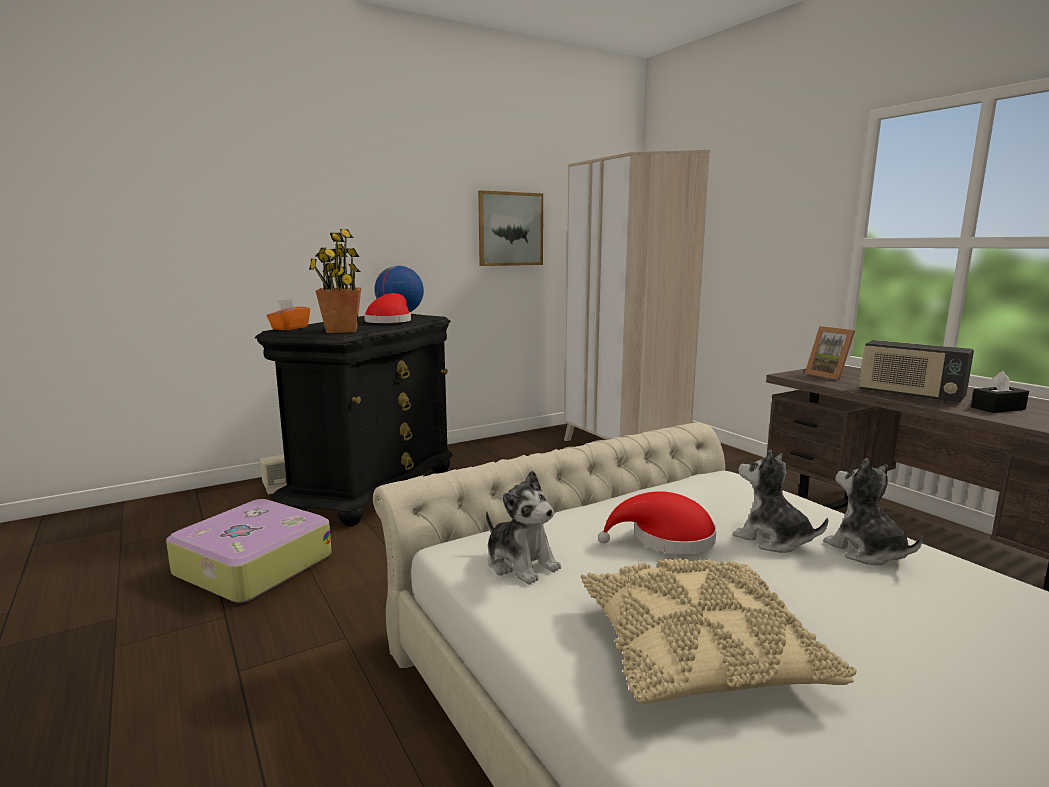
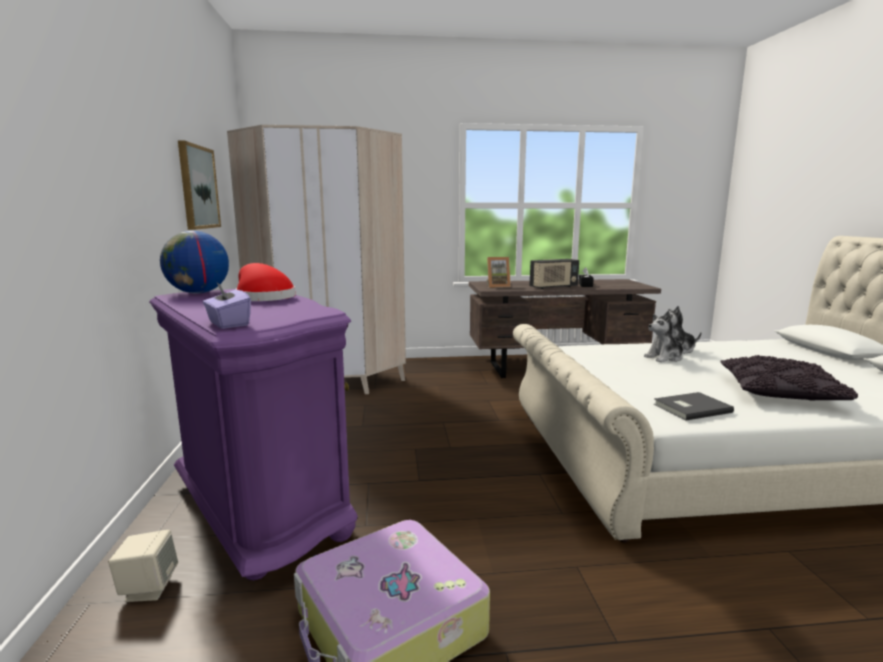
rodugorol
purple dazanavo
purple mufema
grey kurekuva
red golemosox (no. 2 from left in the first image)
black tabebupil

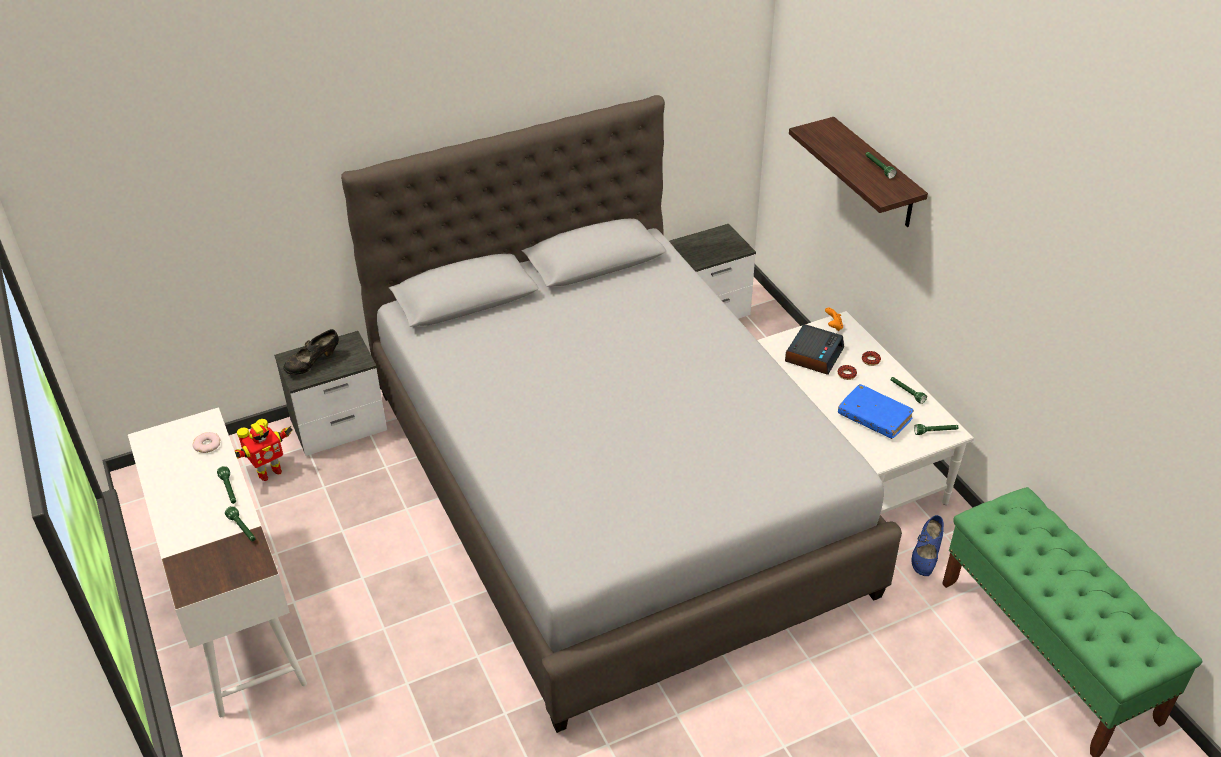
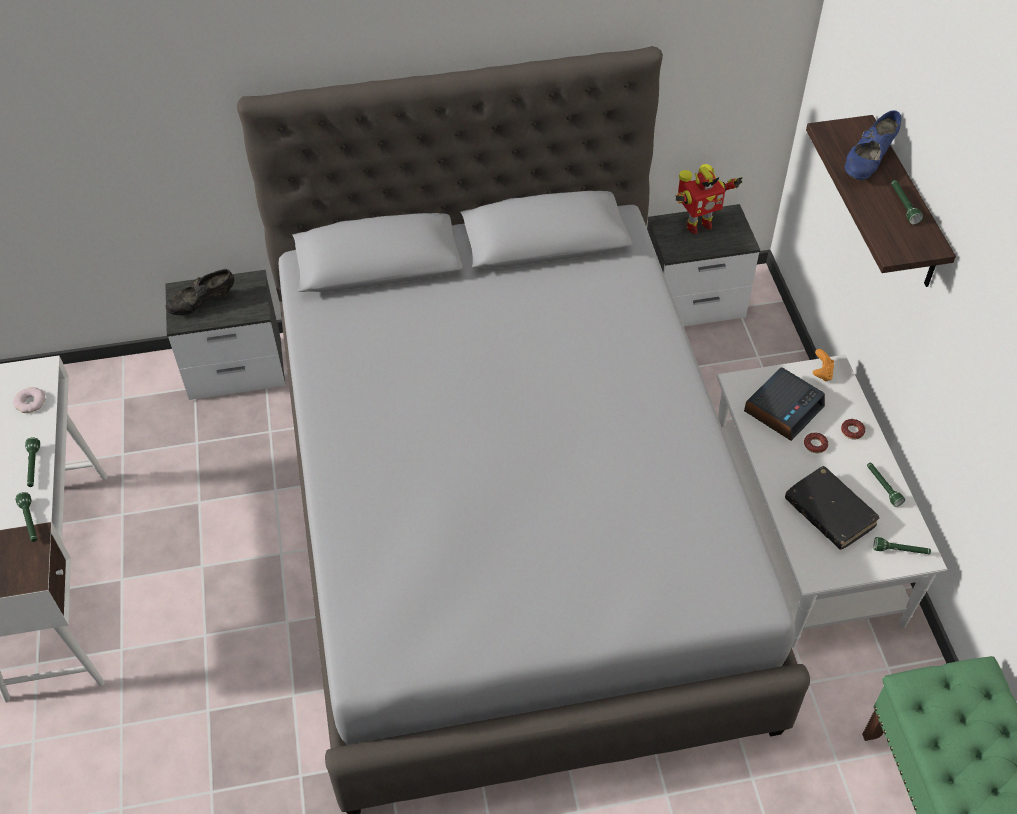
black kurekuva
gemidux
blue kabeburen

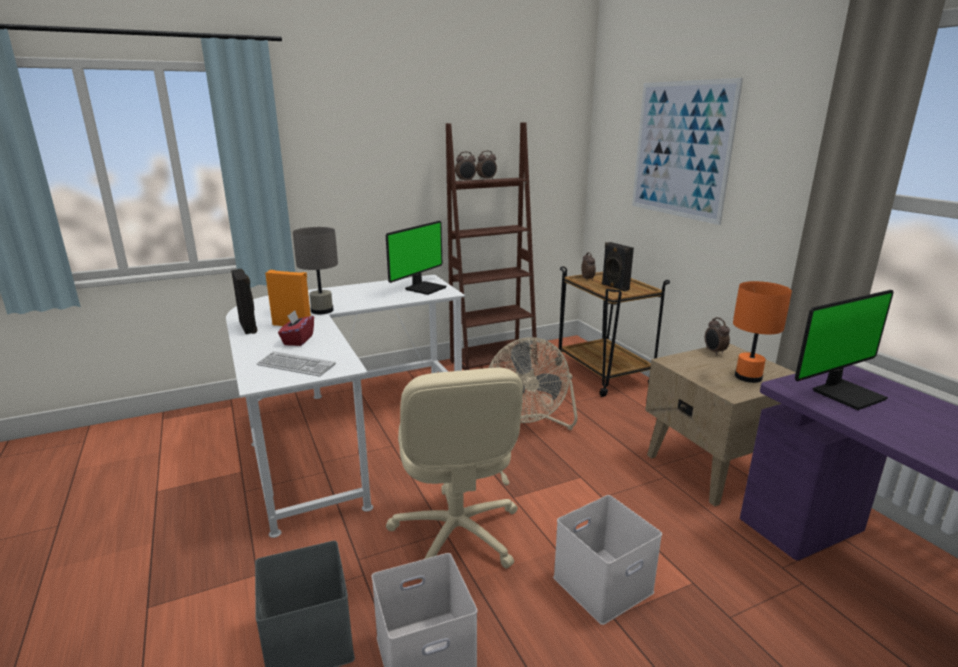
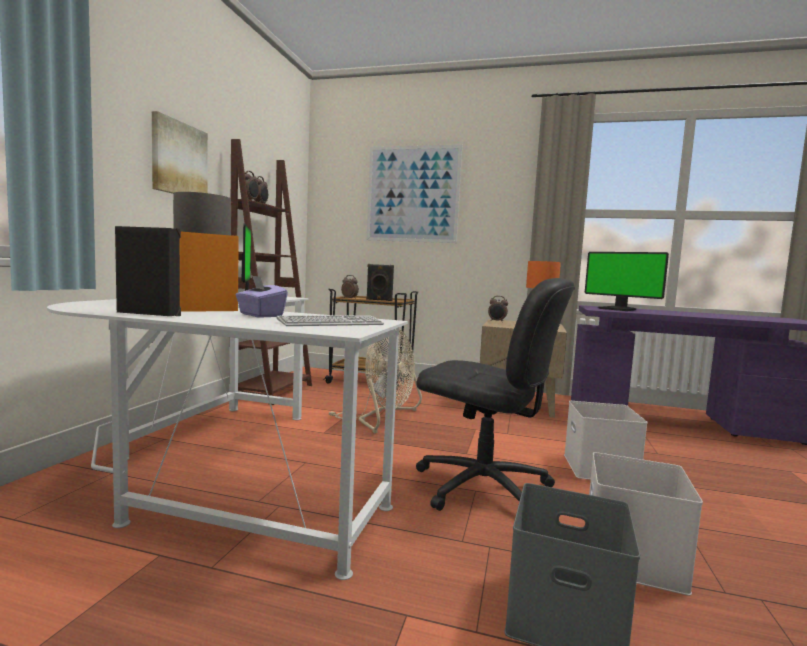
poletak (no. 2 from left)
purple dazanavo
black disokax
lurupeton (no. 1 from left)

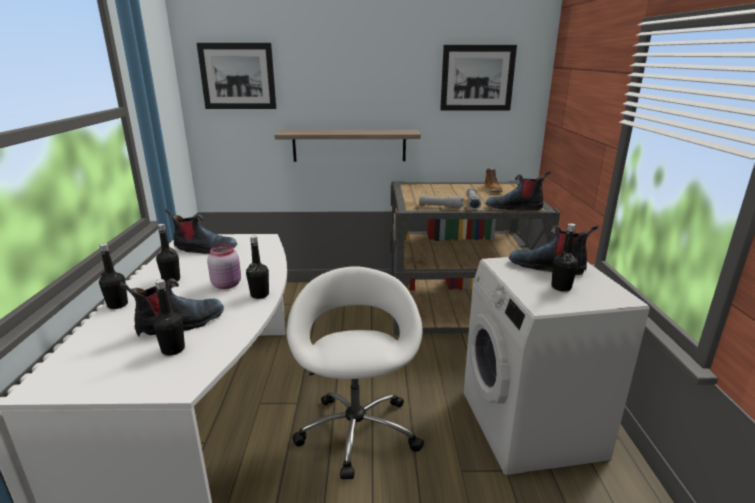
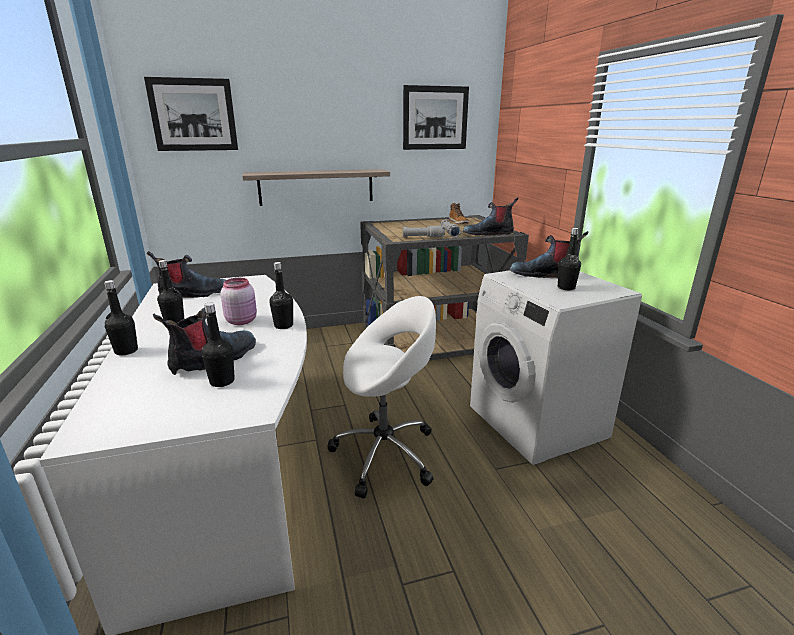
white disokax

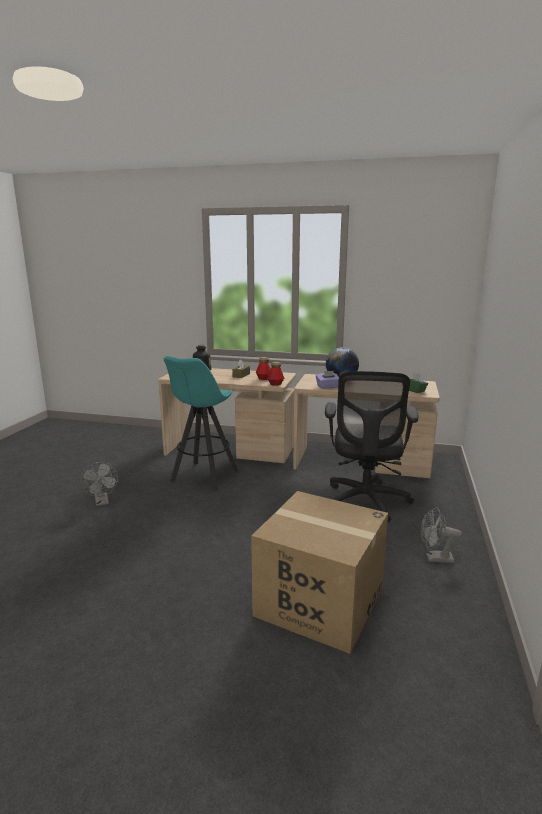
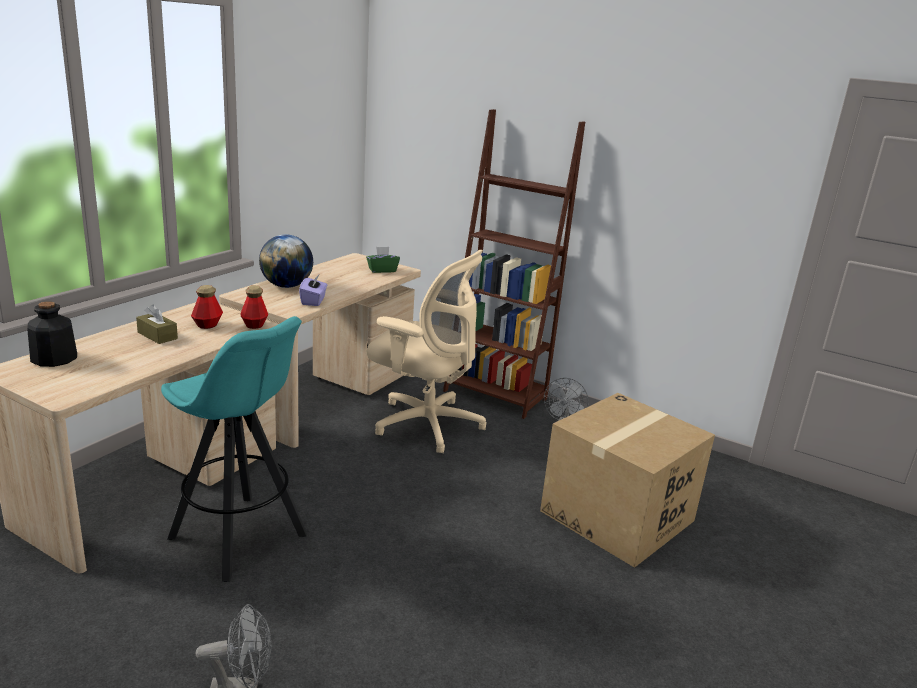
beige disokax
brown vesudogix

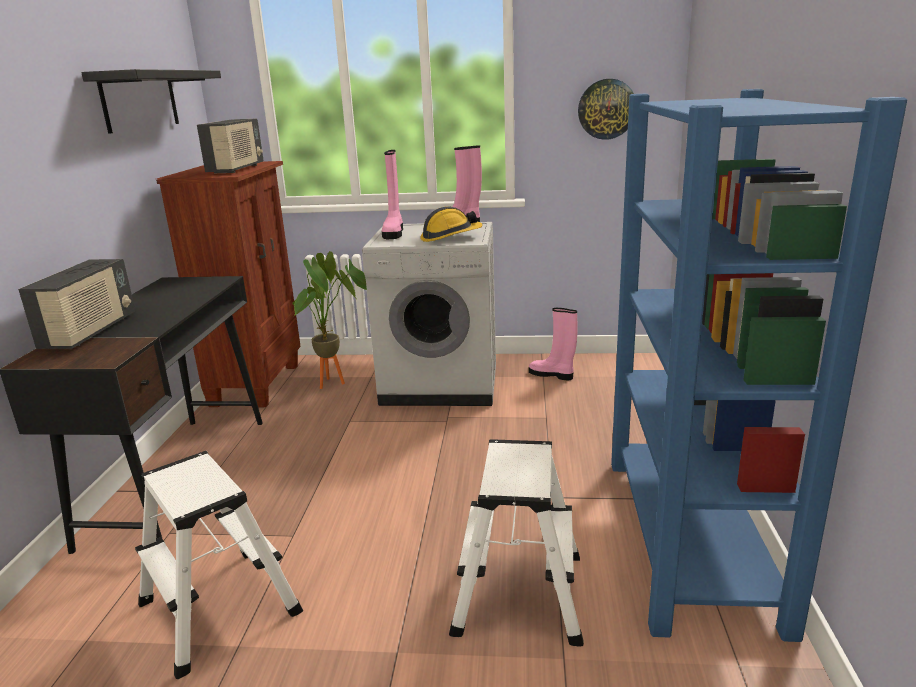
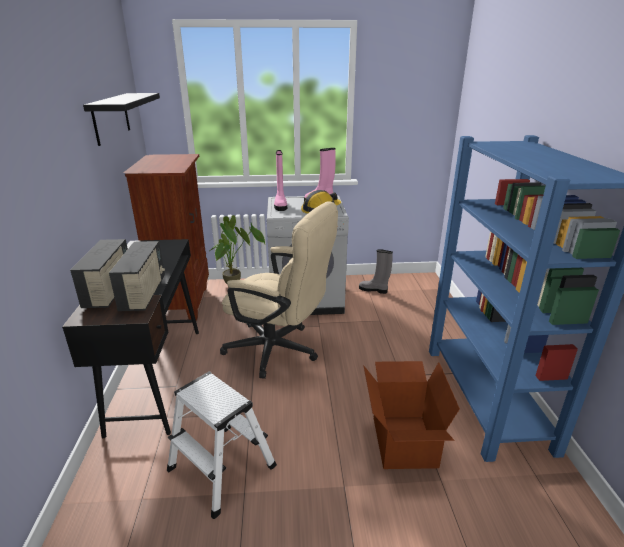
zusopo
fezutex (no. 2 from left)
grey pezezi
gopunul
beige disokax

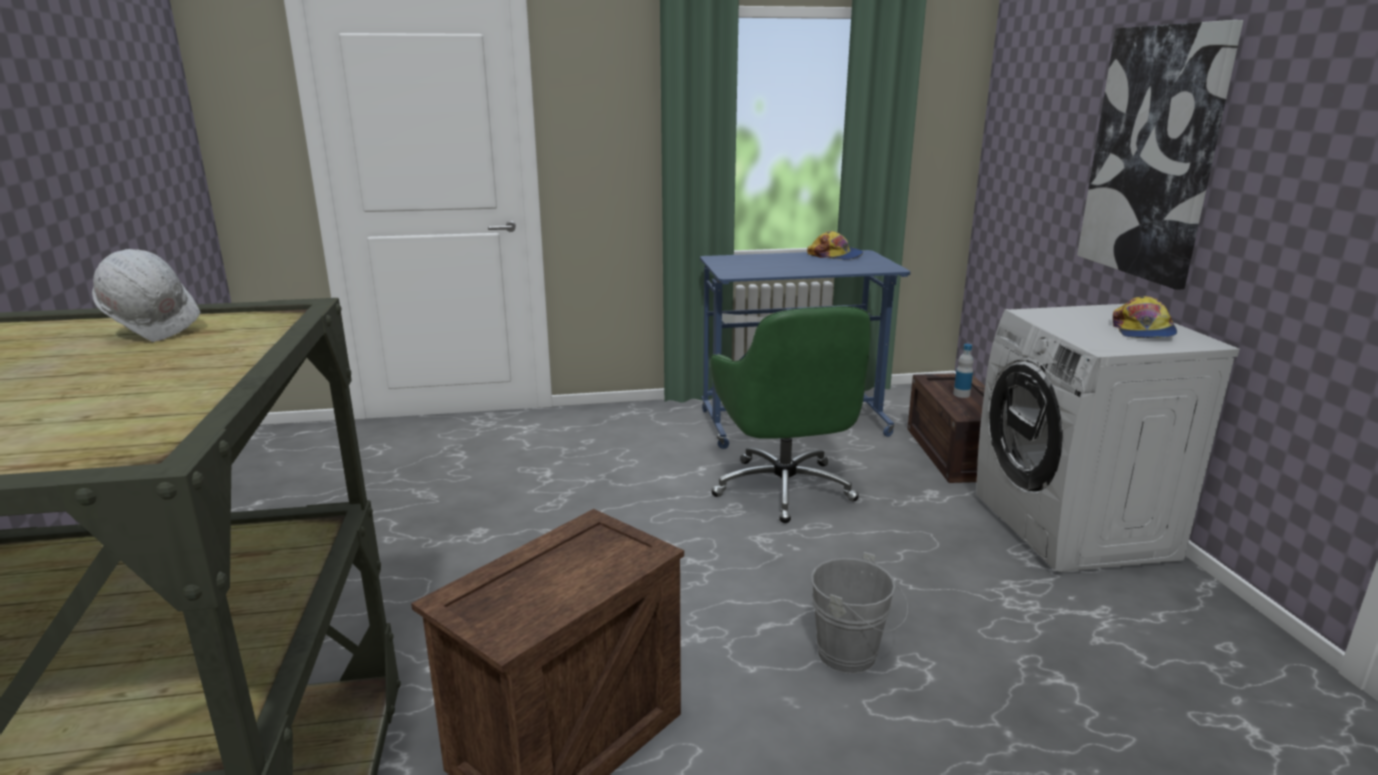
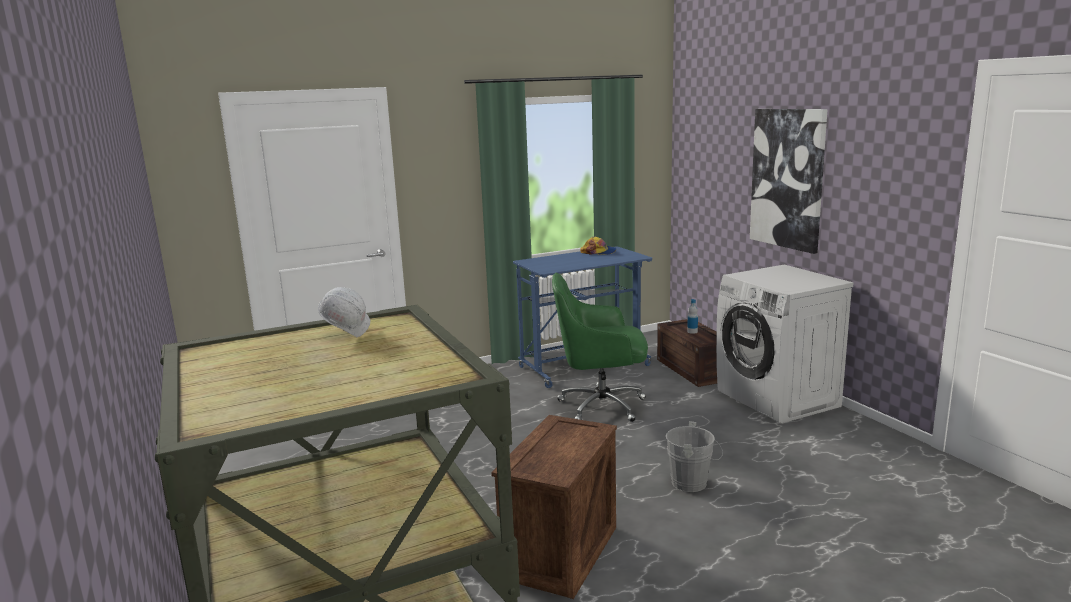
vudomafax (no. 2 from left in the first image)
green disokax

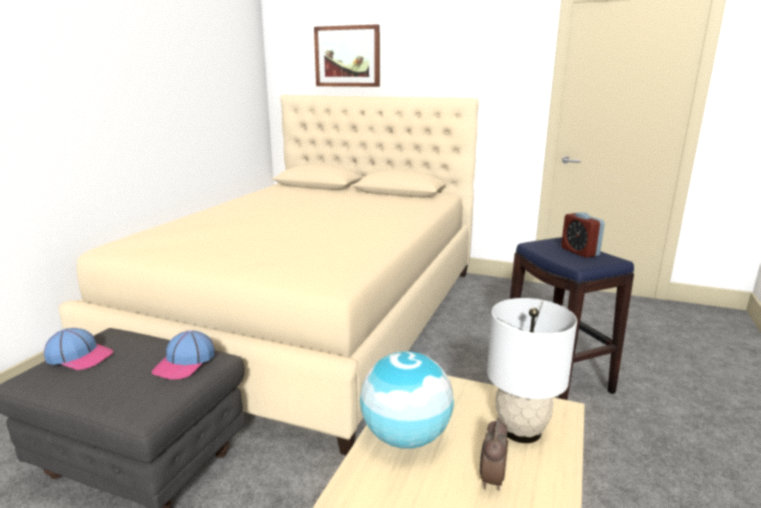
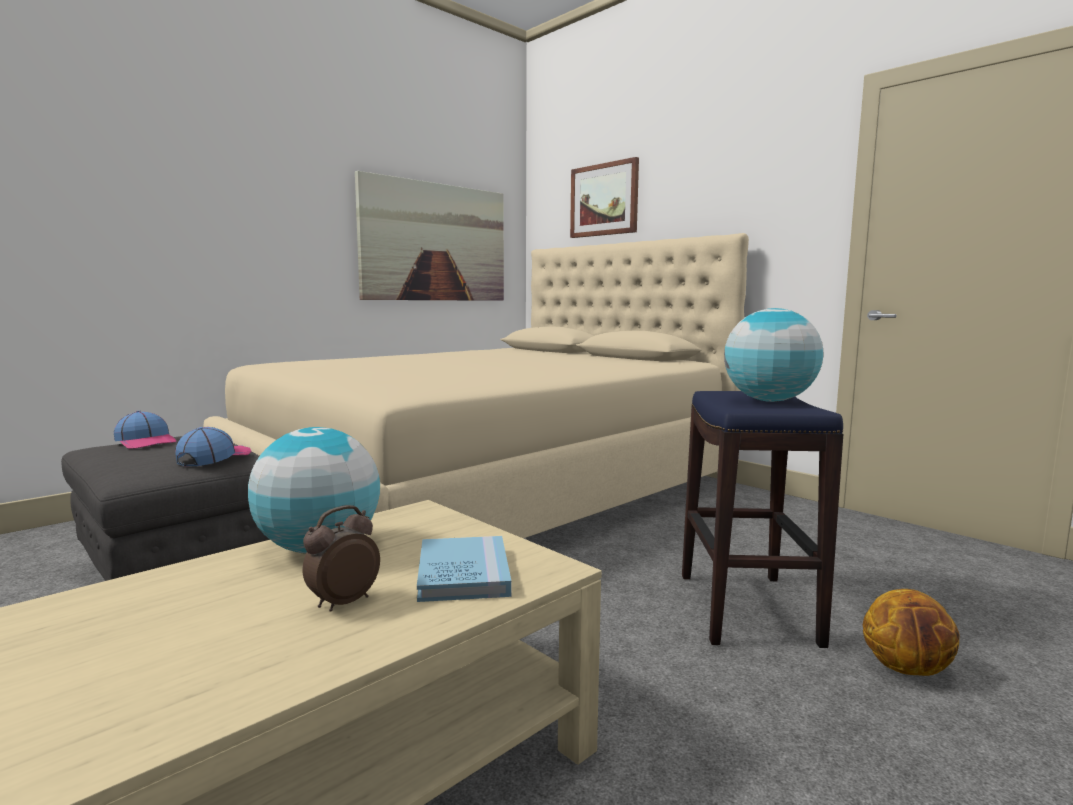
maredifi (no. 2 from left)
blue kurekuva
vudomafax (no. 2 from left)
lurupeton (no. 1 from left)
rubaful

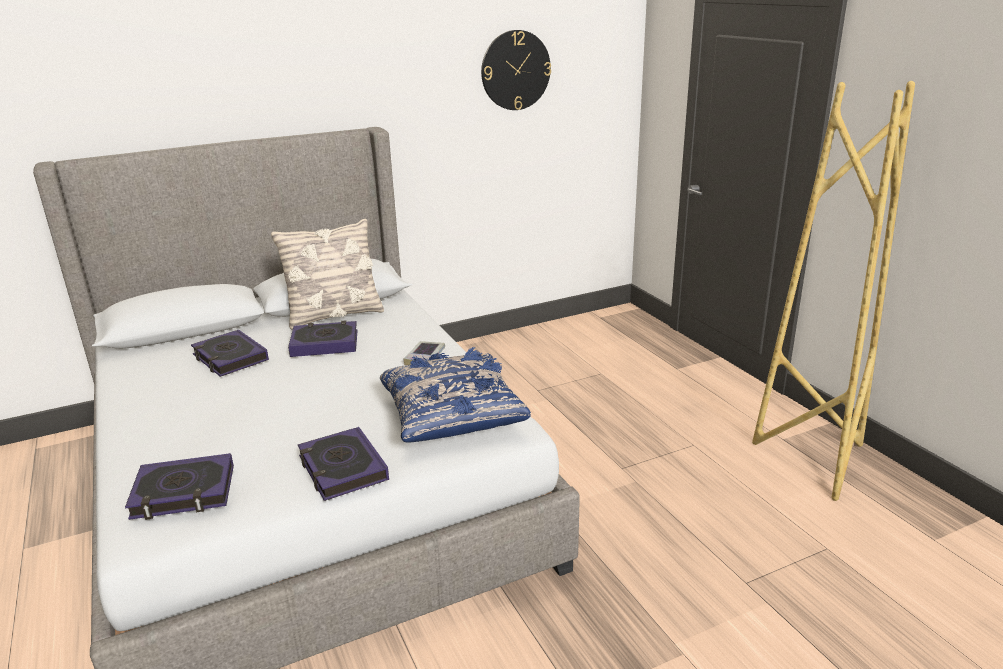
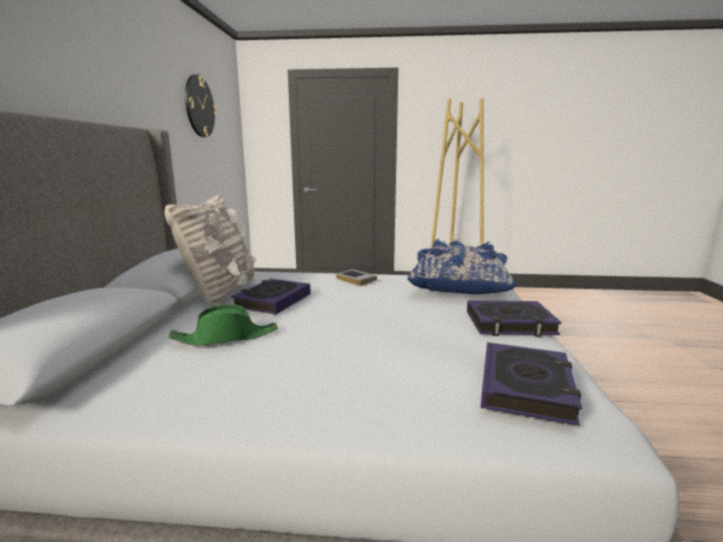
green golemosox

